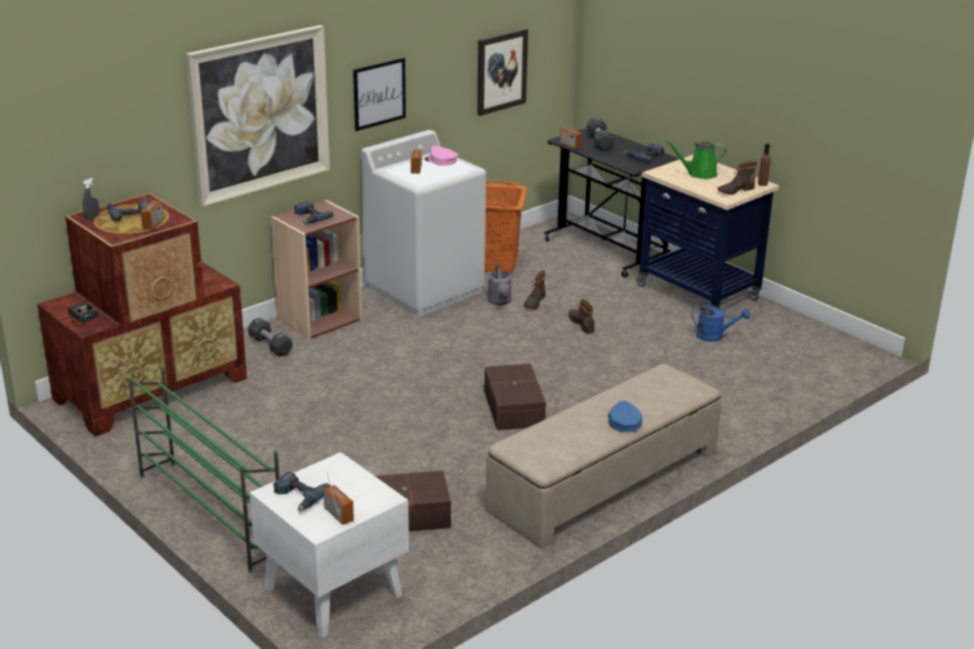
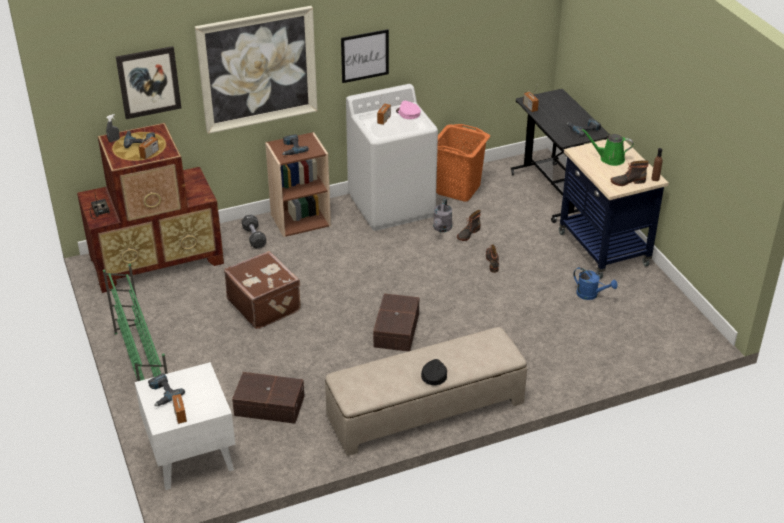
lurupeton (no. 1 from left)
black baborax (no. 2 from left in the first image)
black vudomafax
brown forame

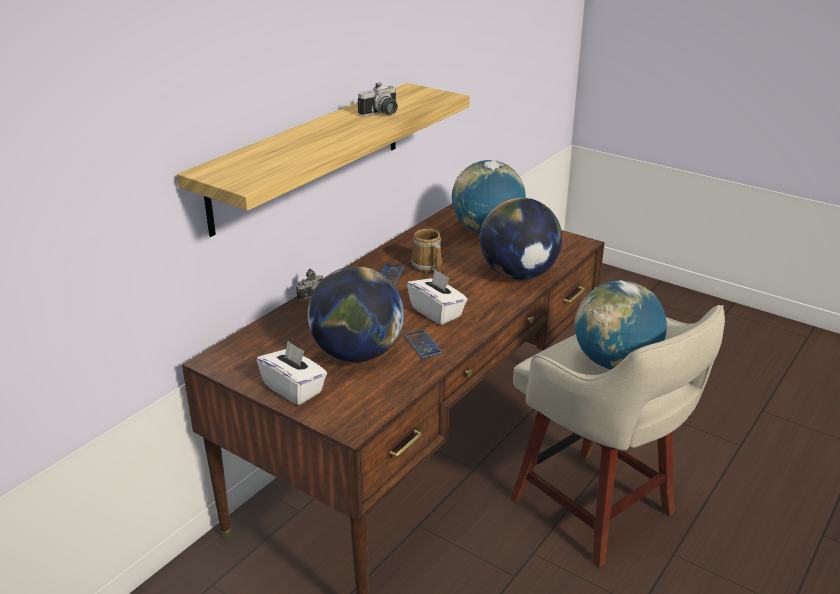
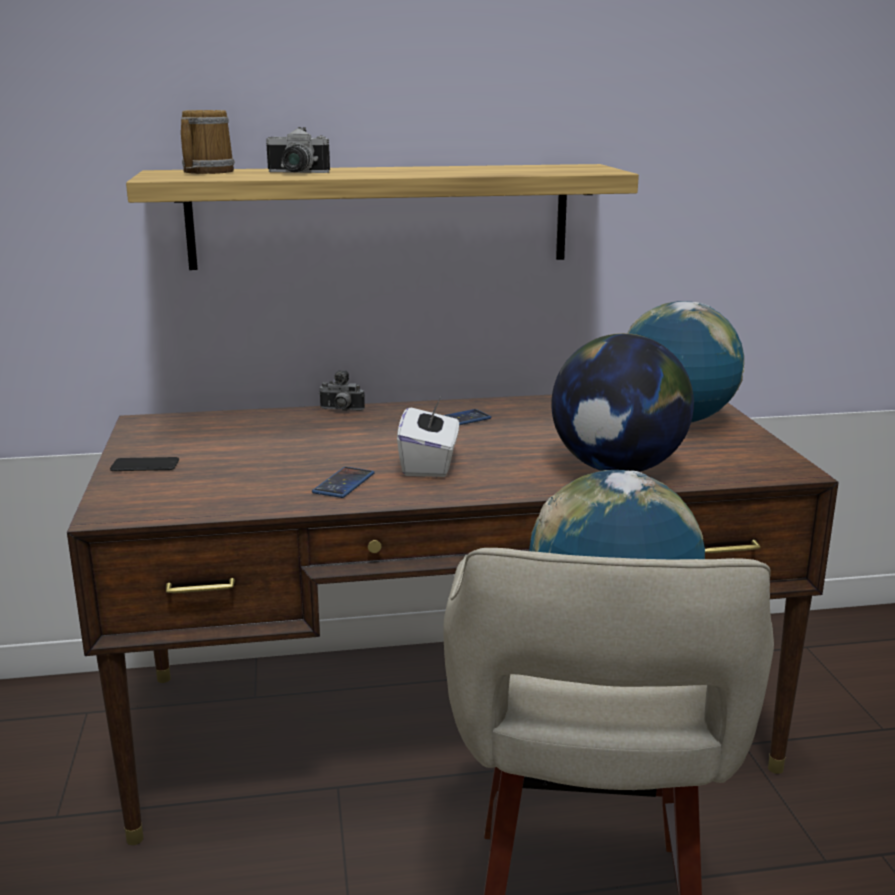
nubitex (no. 1 from left)
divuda
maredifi (no. 1 from left in the first image)
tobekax (no. 1 from left)

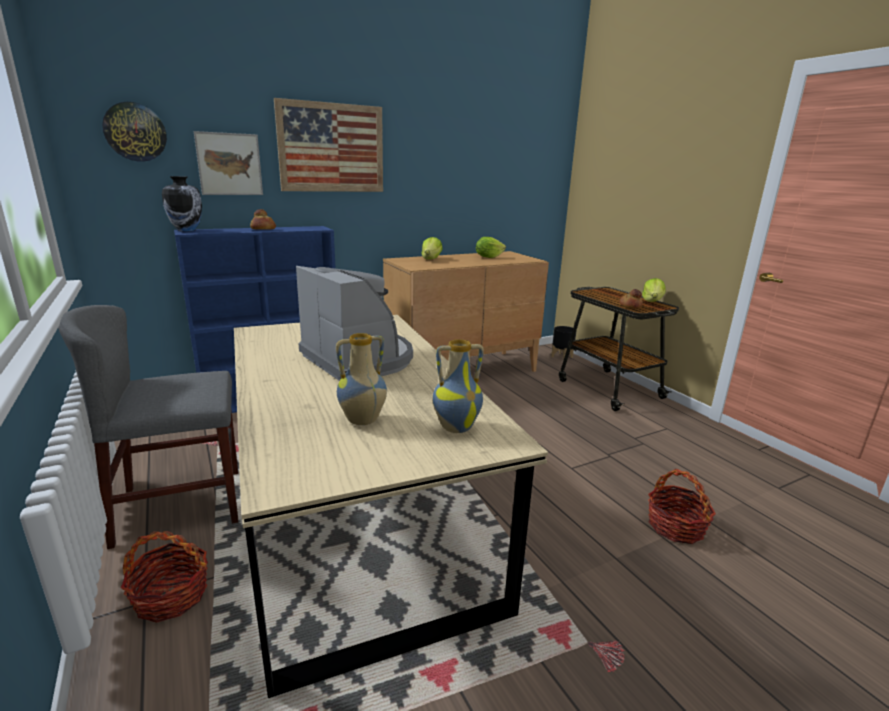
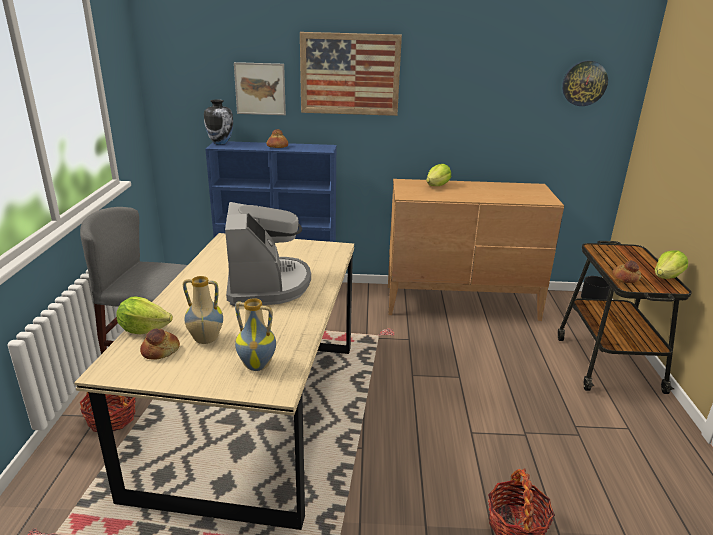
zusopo
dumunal (no. 1 from left)
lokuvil (no. 1 from left)

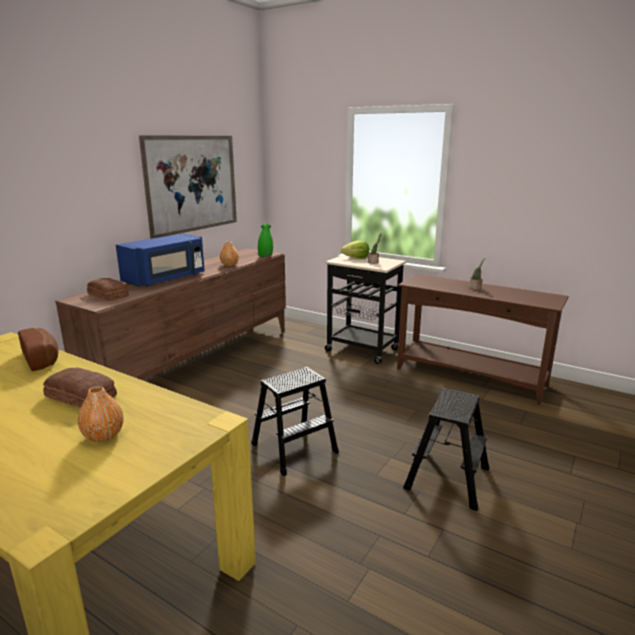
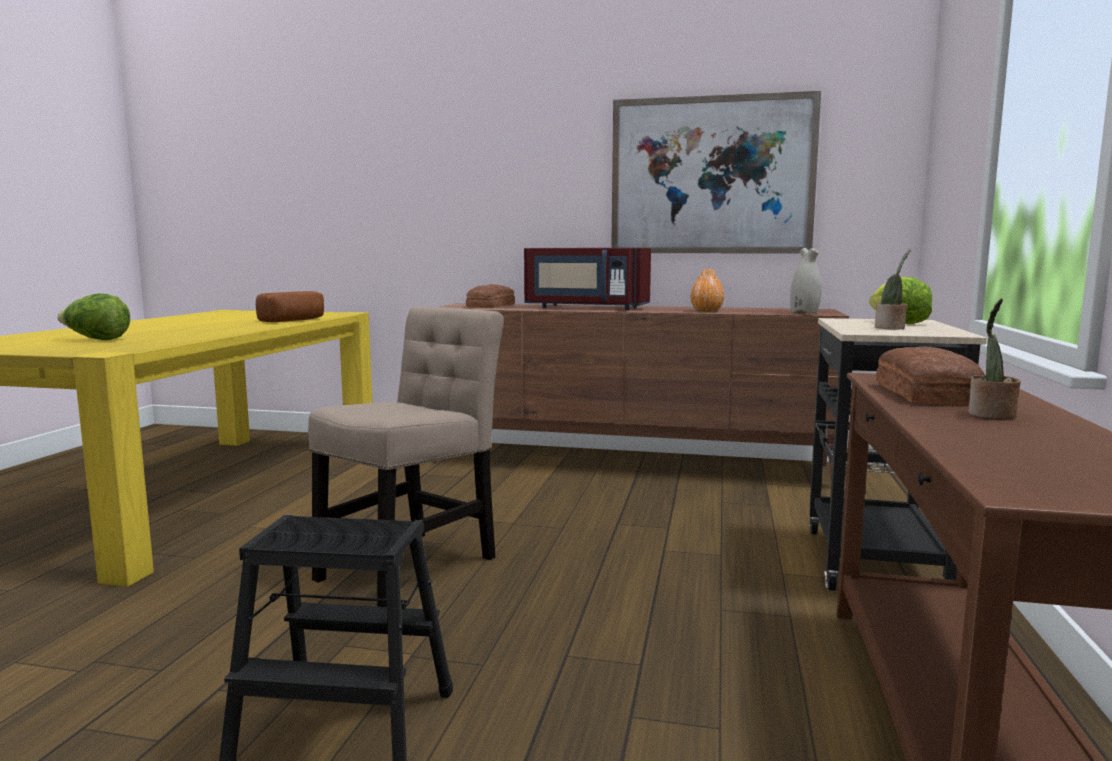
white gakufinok
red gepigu
lokuvil (no. 3 from left)
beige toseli
dumunal (no. 1 from left)

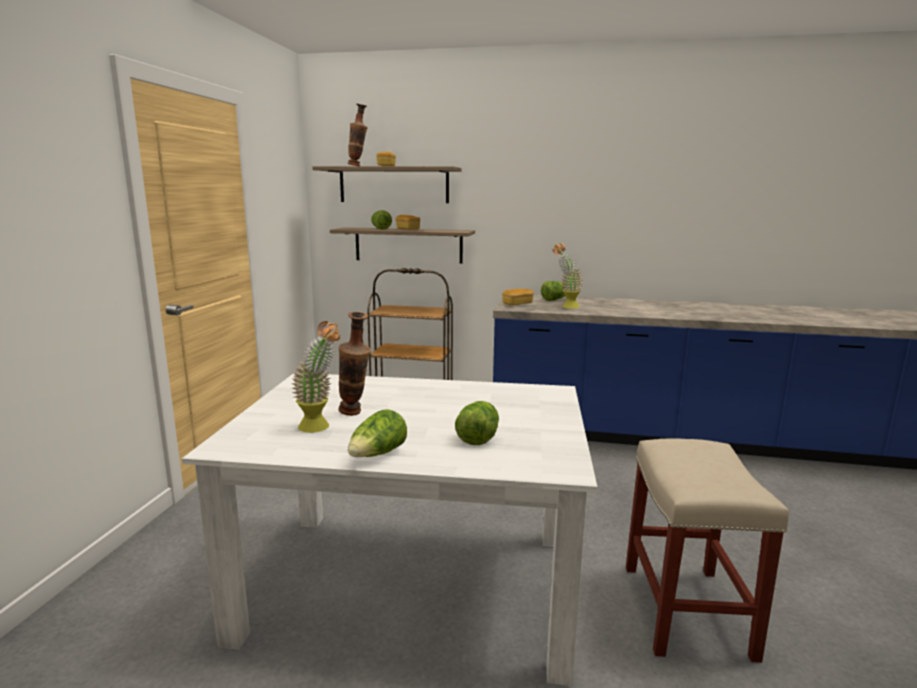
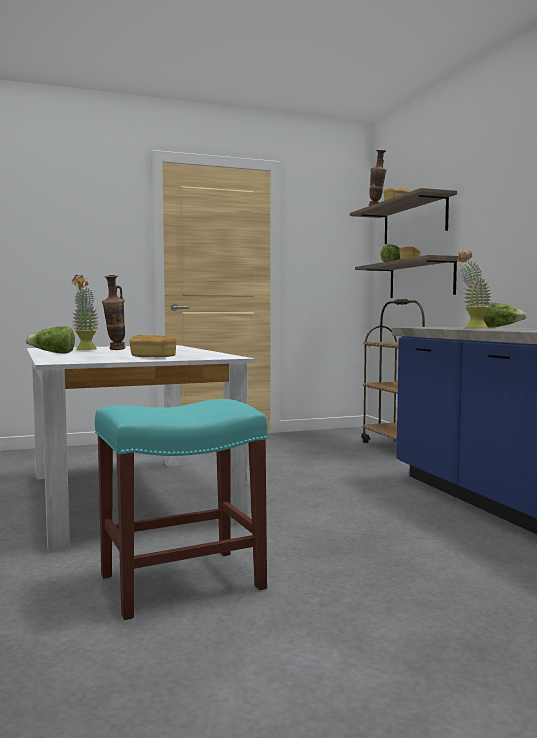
lokuvil (no. 1 from left)
dumunal (no. 3 from left in the first image)
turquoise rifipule

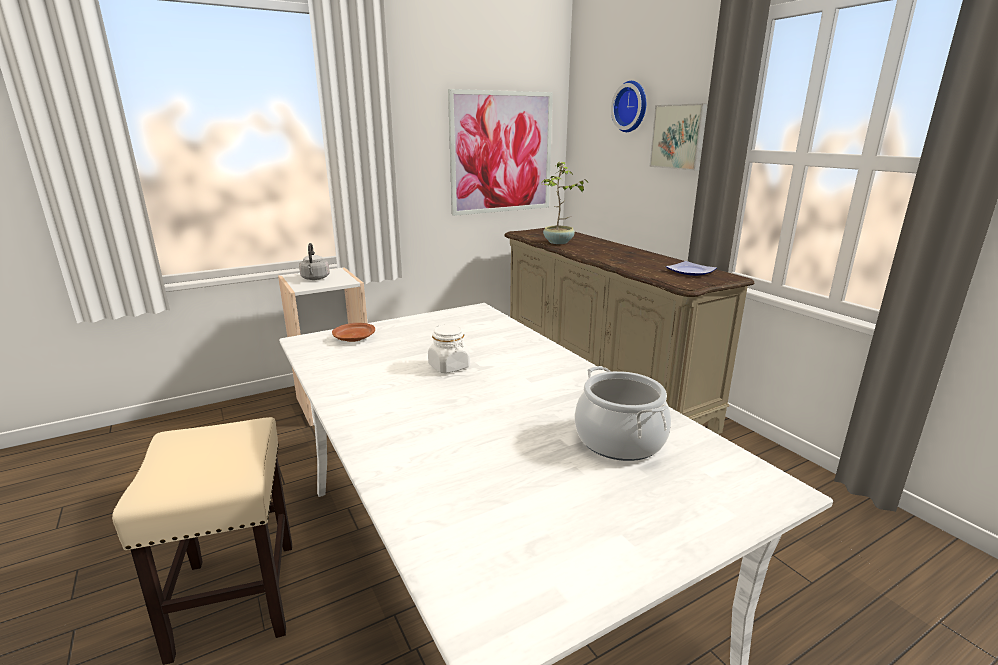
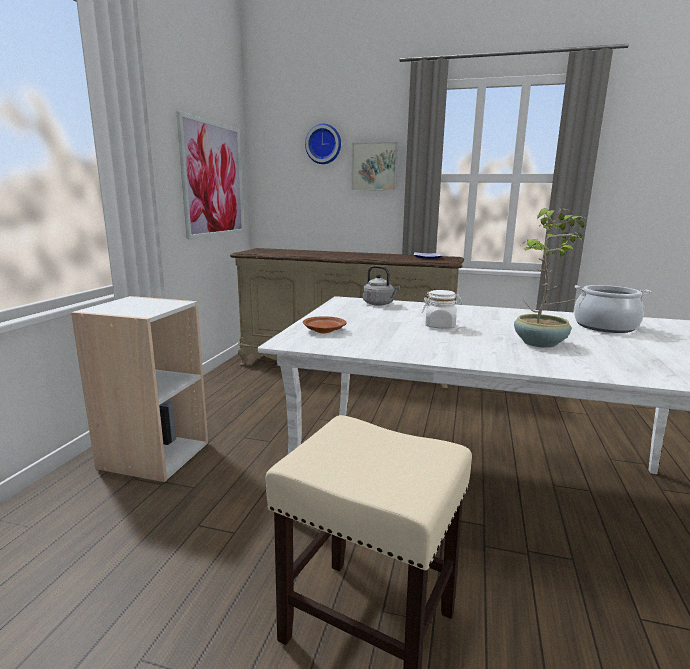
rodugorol
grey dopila

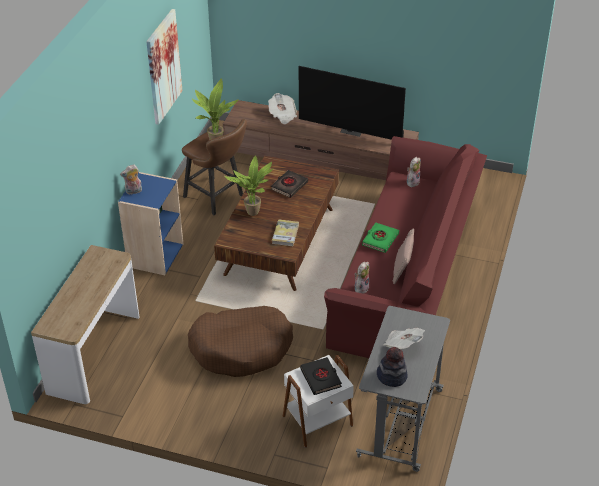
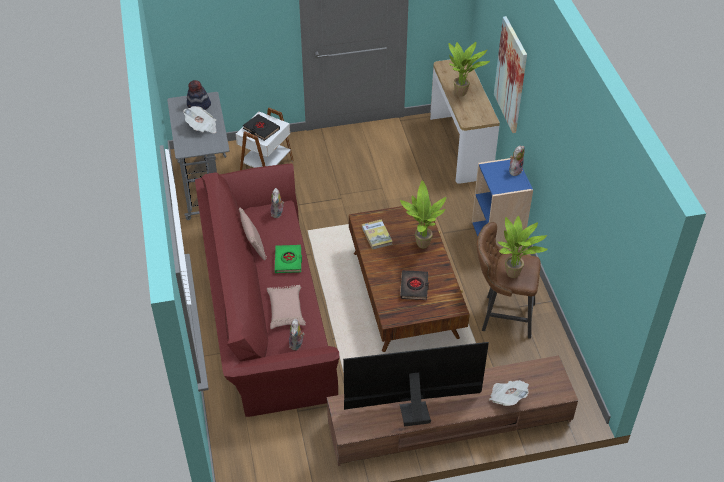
lurupeton
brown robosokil
rodugorol (no. 2 from left)
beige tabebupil (no. 2 from left)

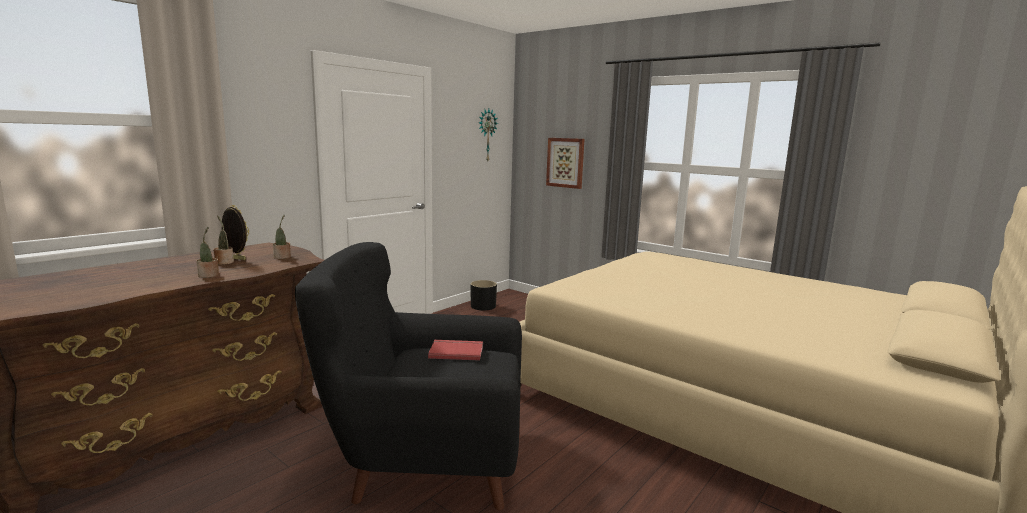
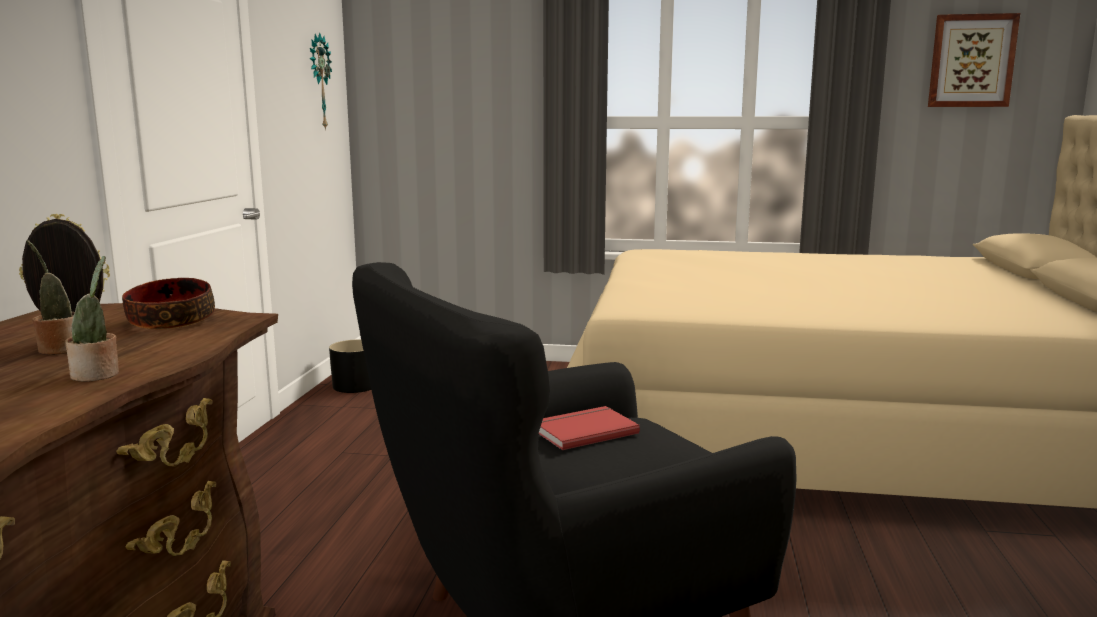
lurupeton
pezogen

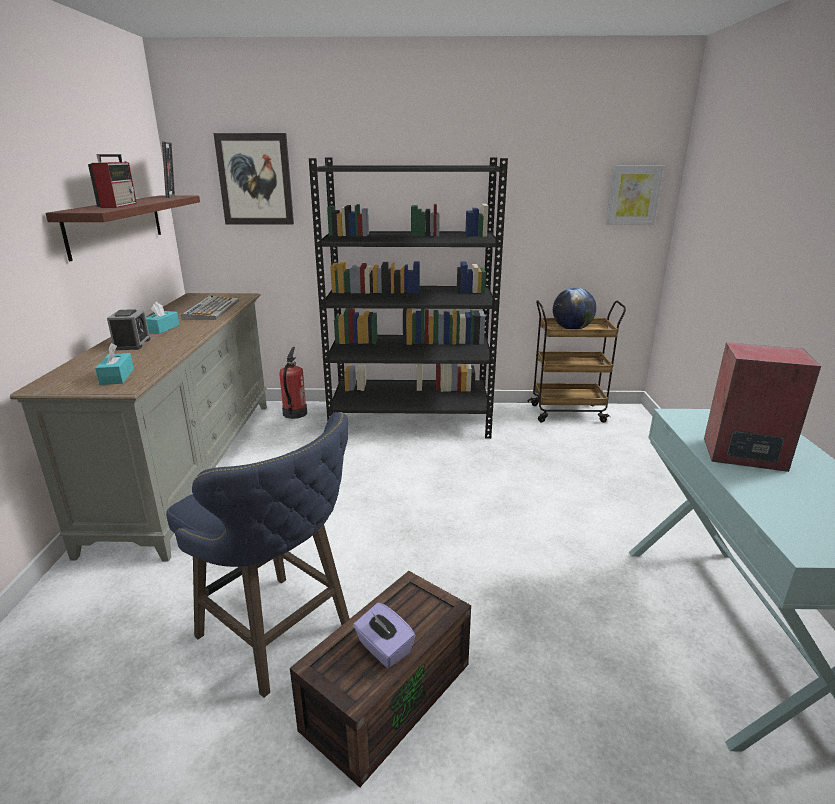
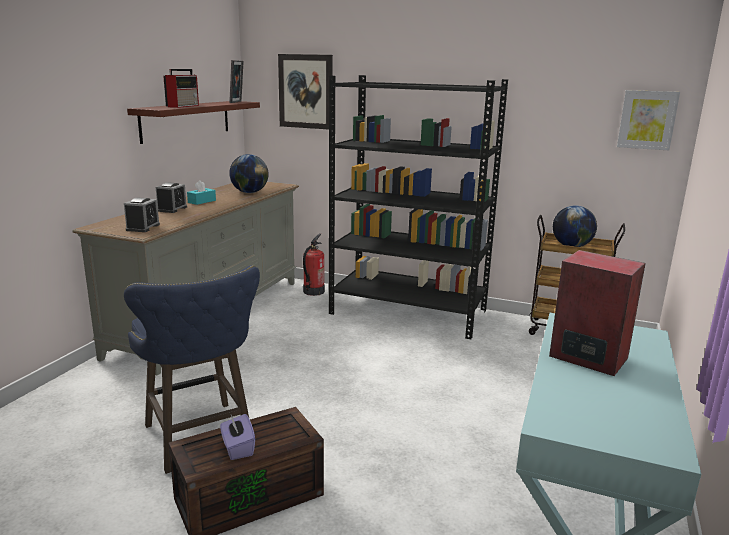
maredifi (no. 1 from left)
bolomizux (no. 1 from left)

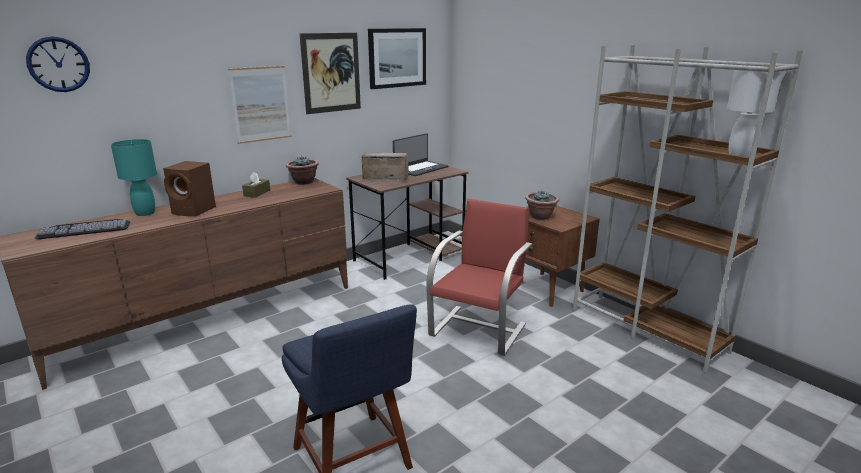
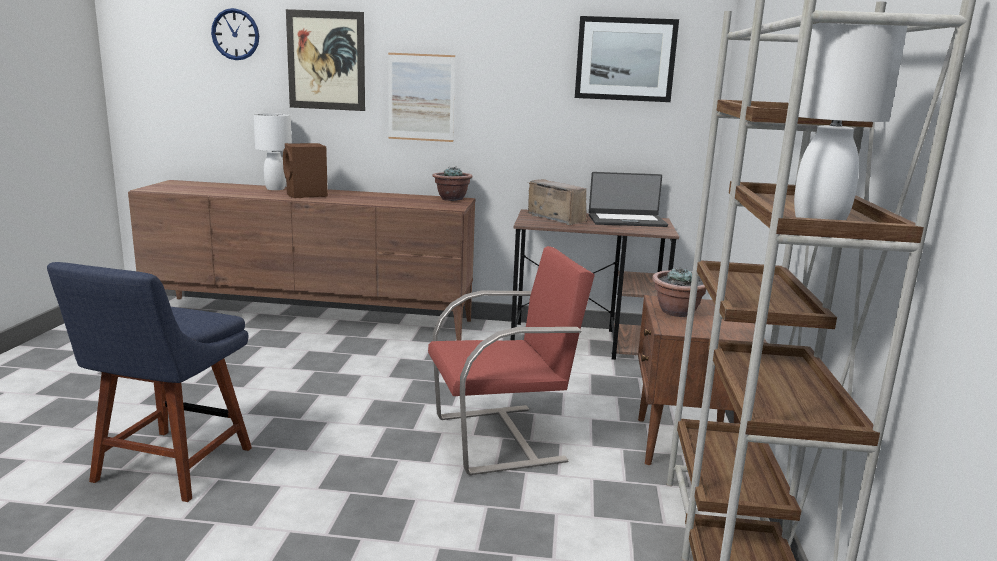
lurupeton (no. 1 from left)
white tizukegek (no. 1 from left)
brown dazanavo
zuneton

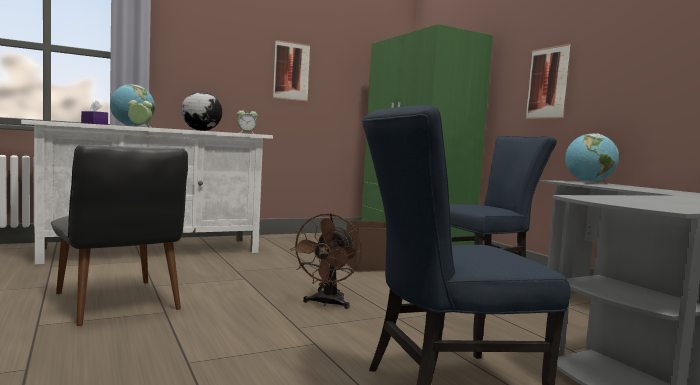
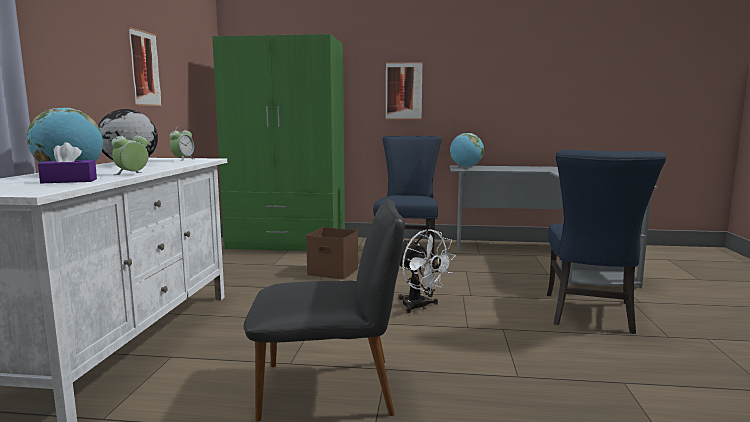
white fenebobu

